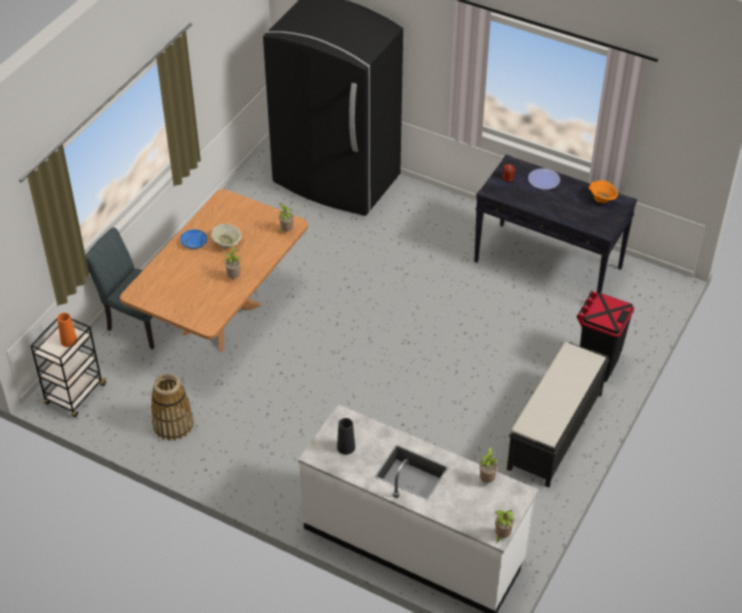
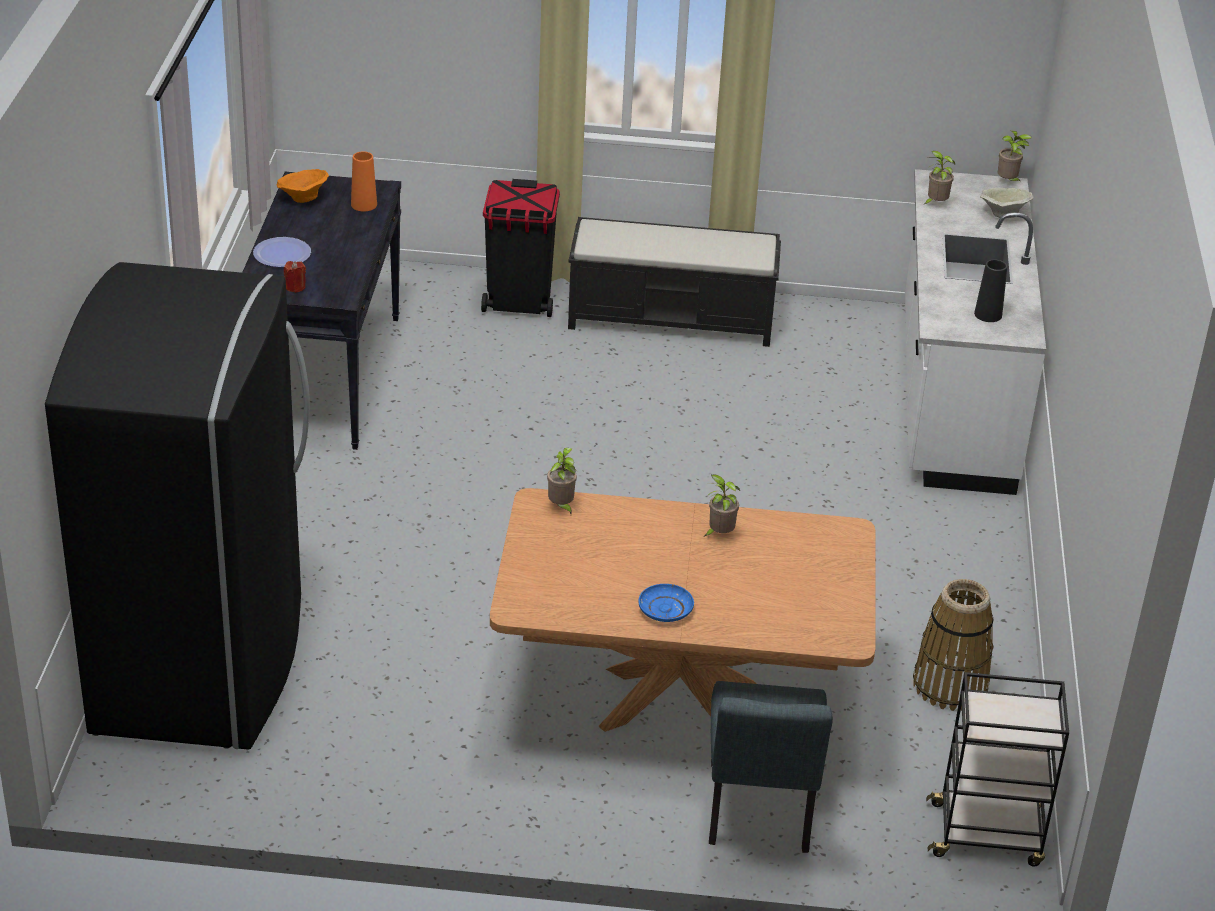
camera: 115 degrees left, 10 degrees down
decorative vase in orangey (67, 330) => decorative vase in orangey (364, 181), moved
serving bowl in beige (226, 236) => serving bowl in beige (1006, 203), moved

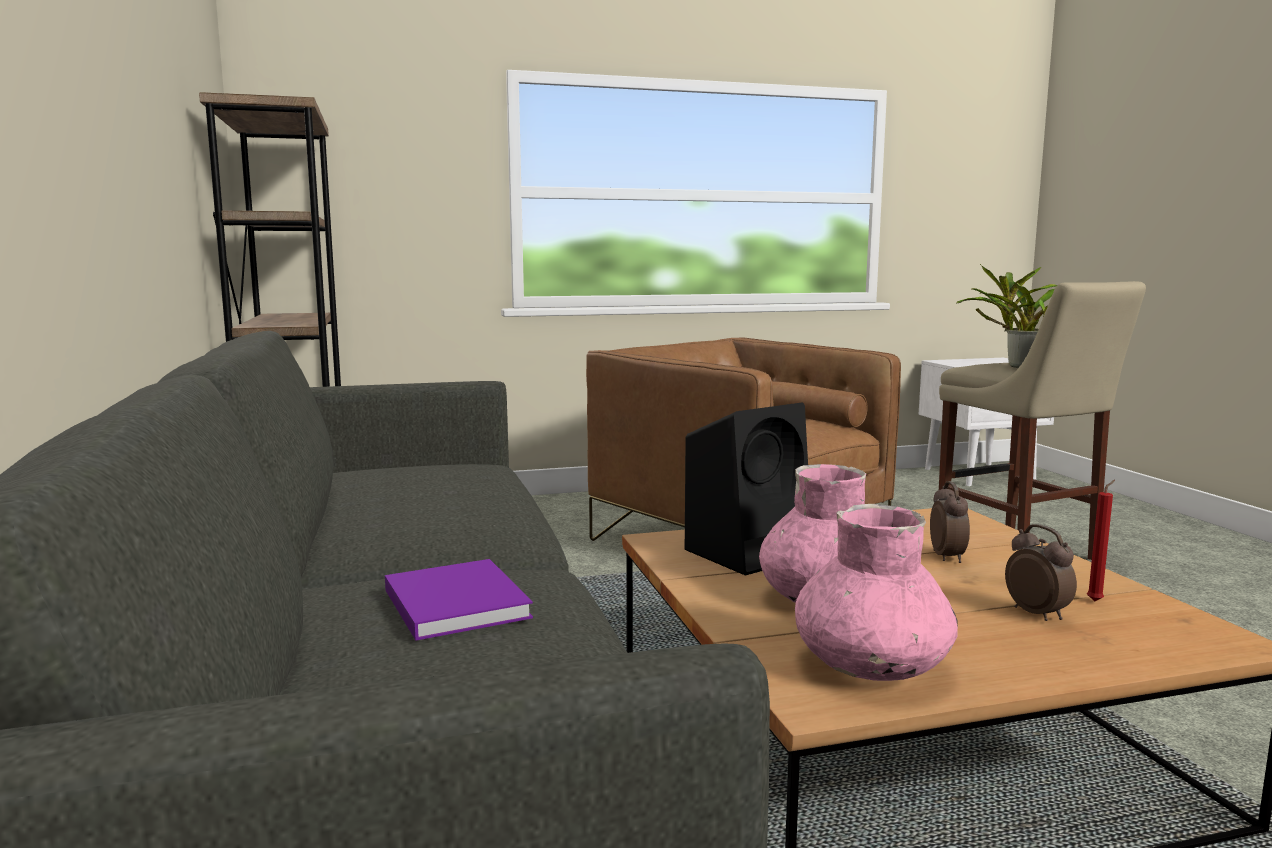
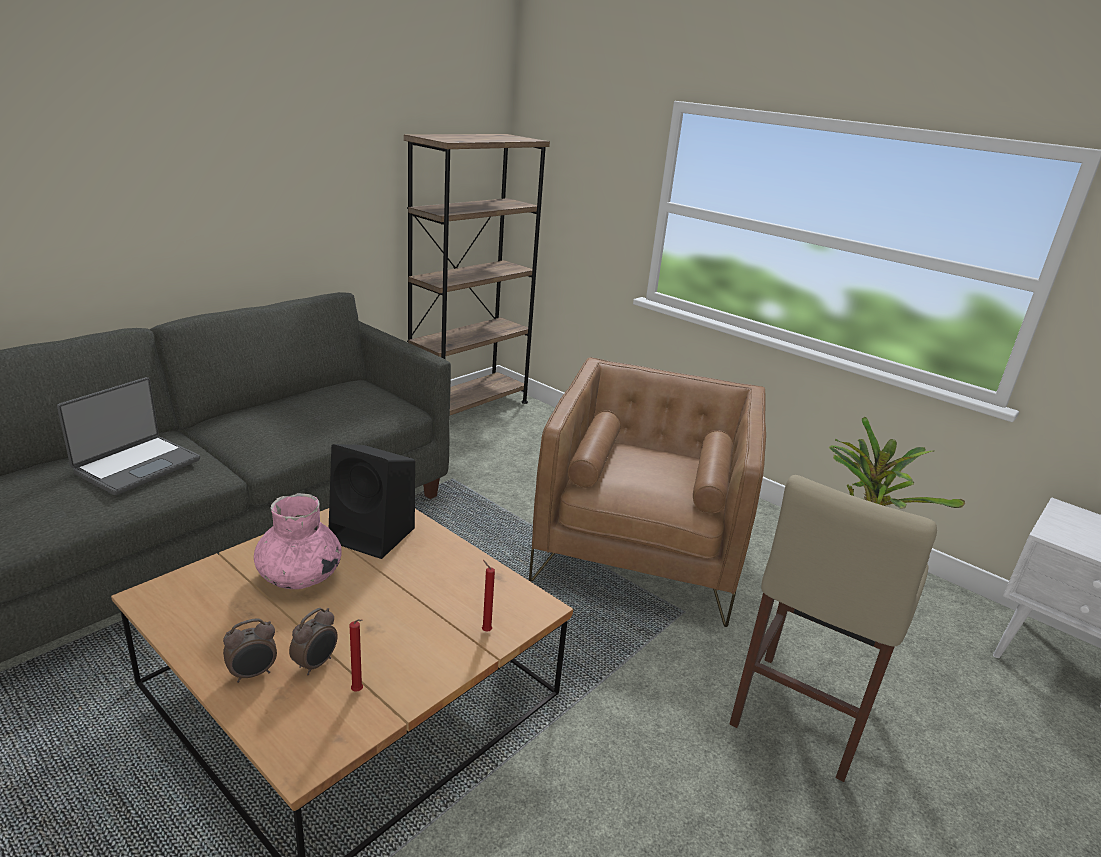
camera: 55 degrees right, 15 degrees up
bound book in purplish (459, 600) => laptop (128, 436)
decorative vase in pinkish (876, 592) => nothing
alarm clock (950, 522) => alarm clock (250, 650), moved
nothing => wax light in red (488, 596)

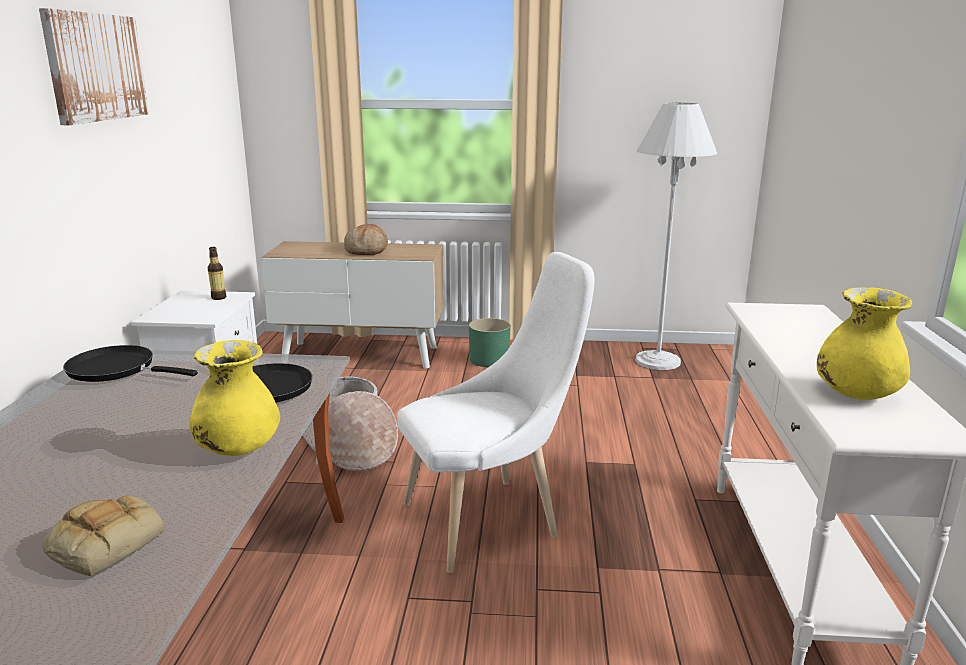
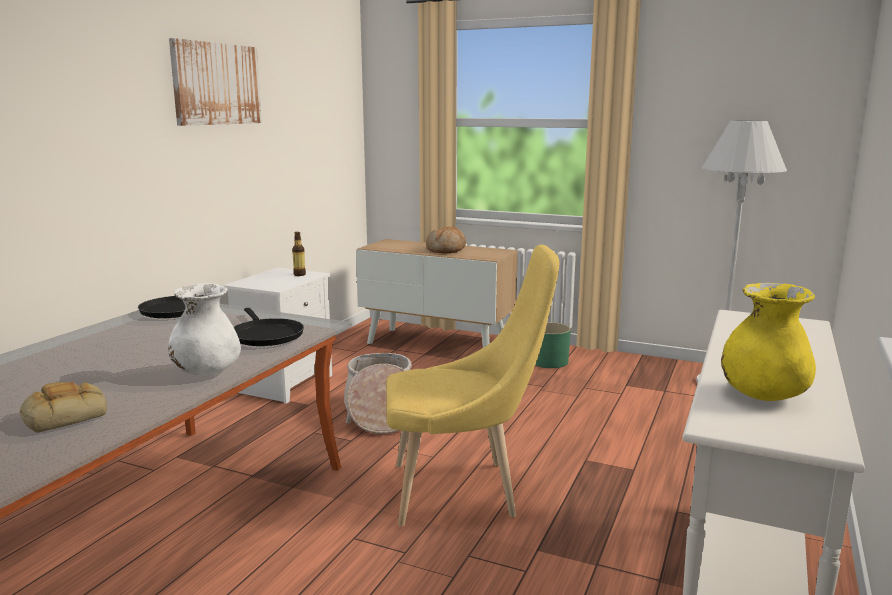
camera: 20 degrees right, 5 degrees down
decorative vase in yellow (234, 398) => decorative vase in white (204, 329)
chair in white (495, 412) => chair in yellow (472, 385)

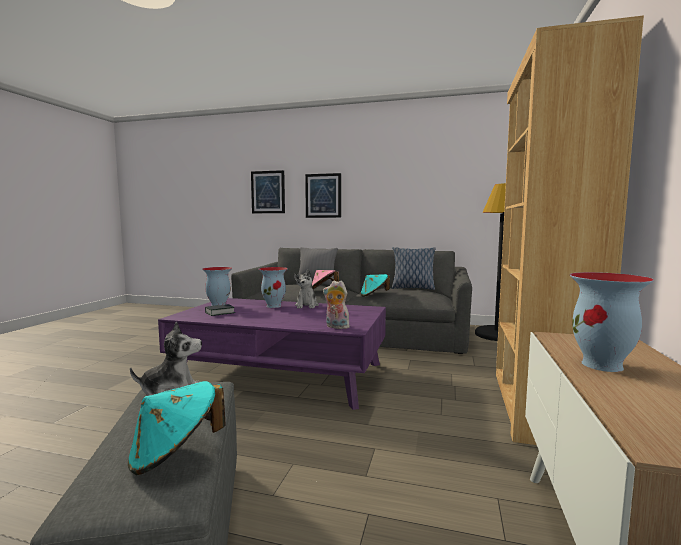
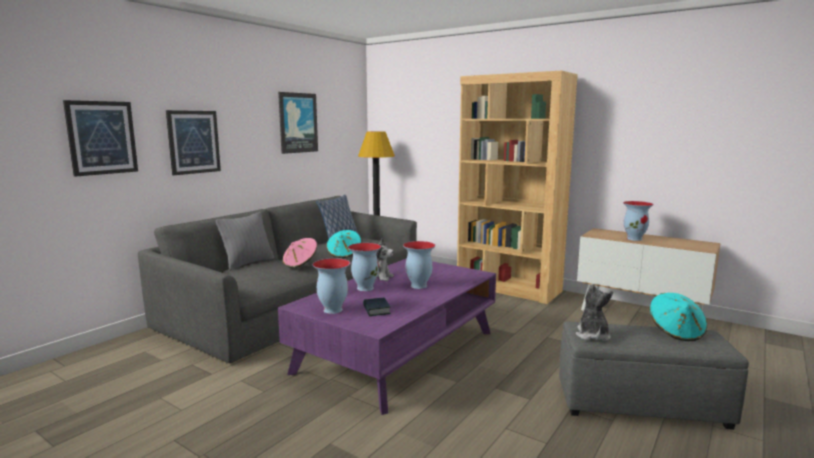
camera: 70 degrees left, 5 degrees up
cuddly toy (336, 304) => nothing
nothing => wall picture (298, 123)
nothing => decorative vase (419, 265)

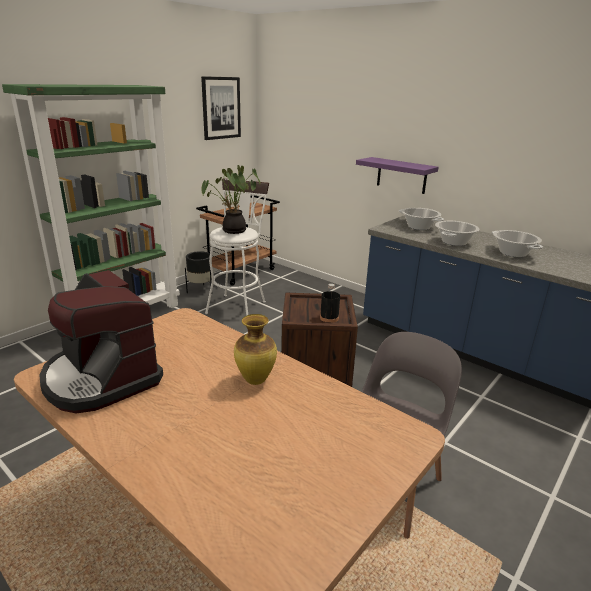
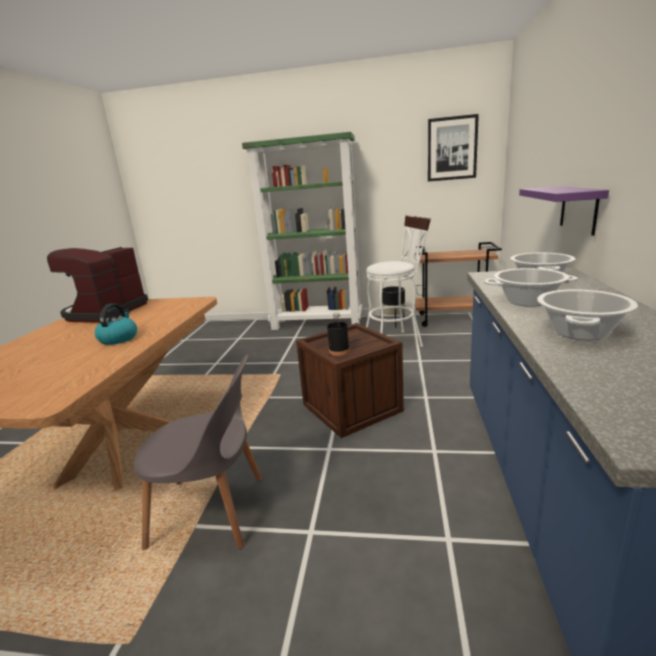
camera: 60 degrees right, 5 degrees down
plant in a pot (231, 199) => nothing
decorative vase (255, 349) => tea kettle (116, 324)

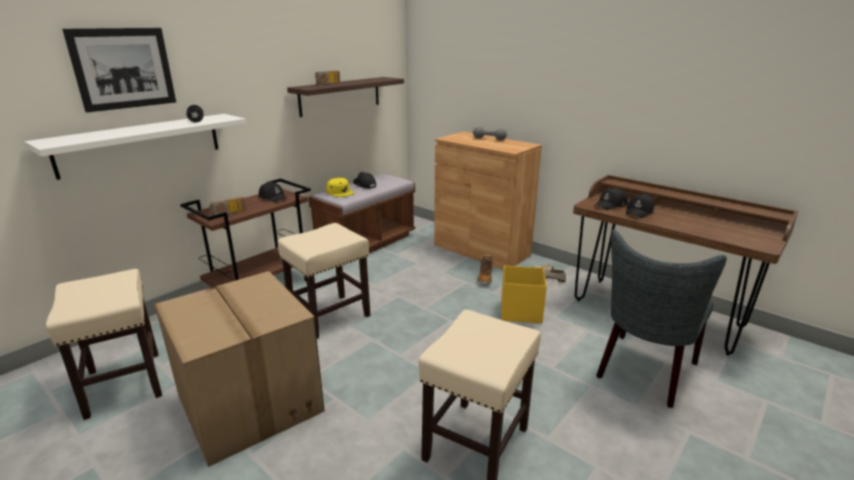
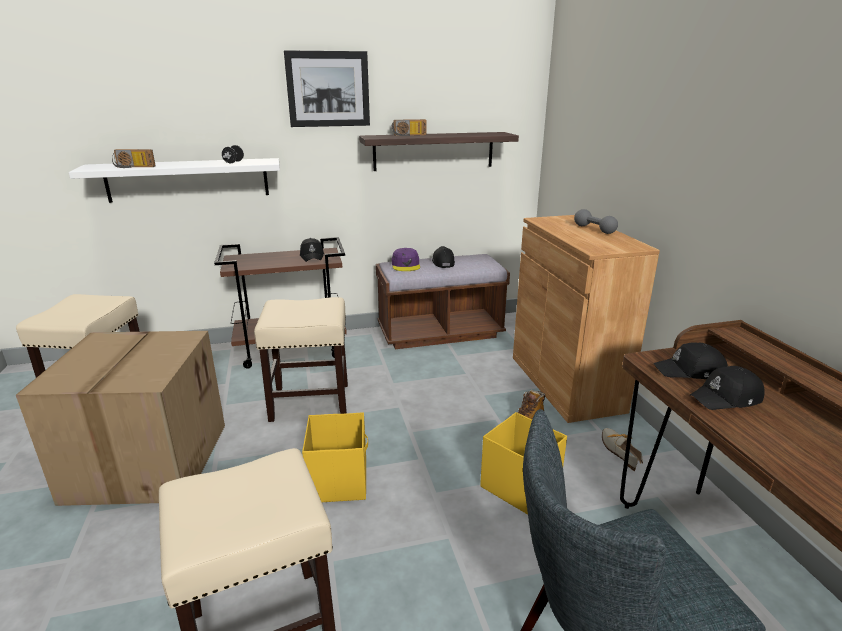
camera: 35 degrees right, 0 degrees up
wall picture (119, 70) => wall picture (327, 88), moved
radio receiver (227, 206) => radio receiver (134, 158), moved
cap in yellow (340, 187) => cap in purplish (406, 259)
nothing => storage bin in yellow (335, 457)

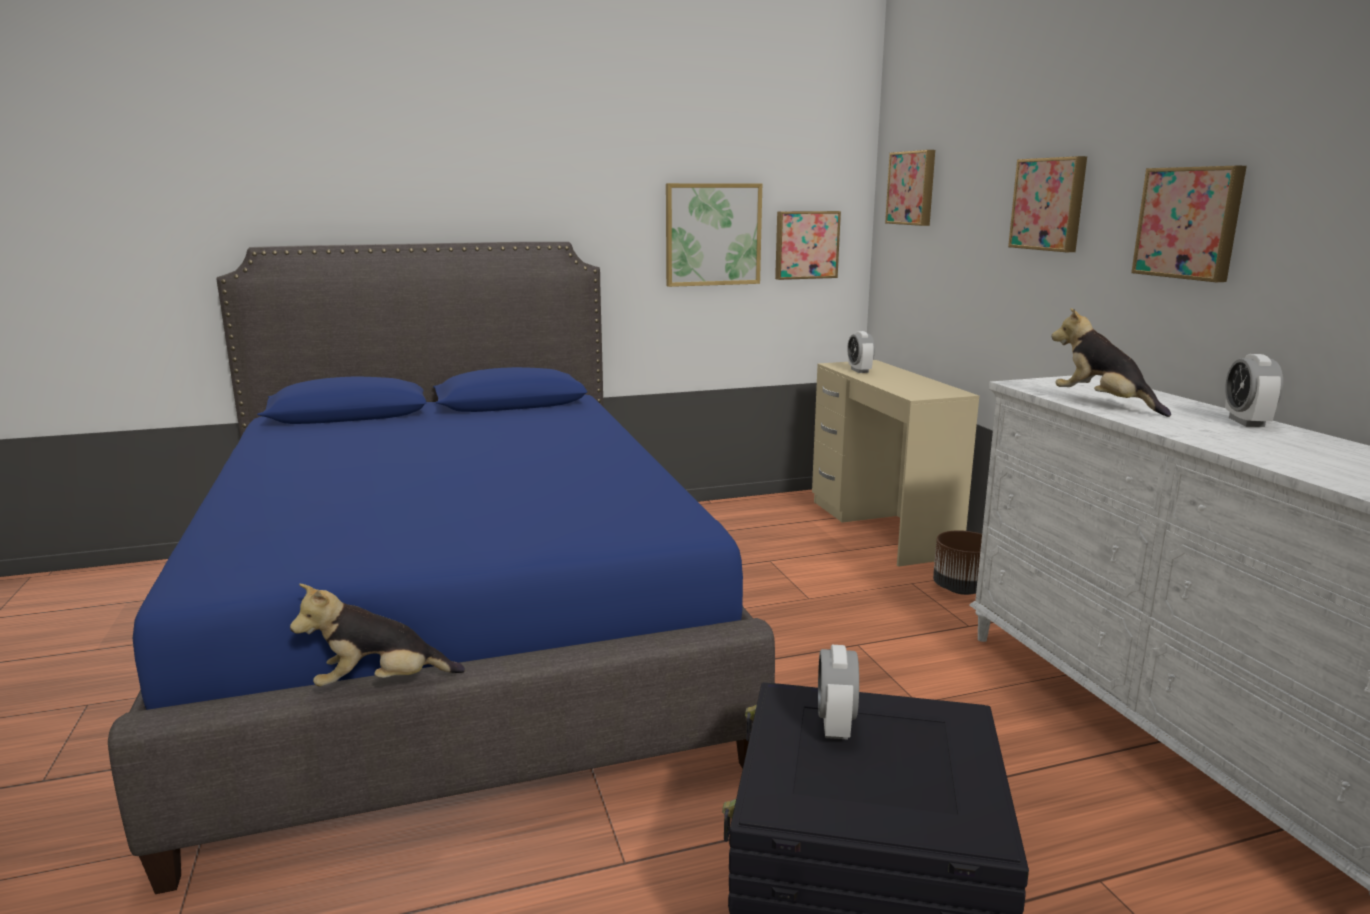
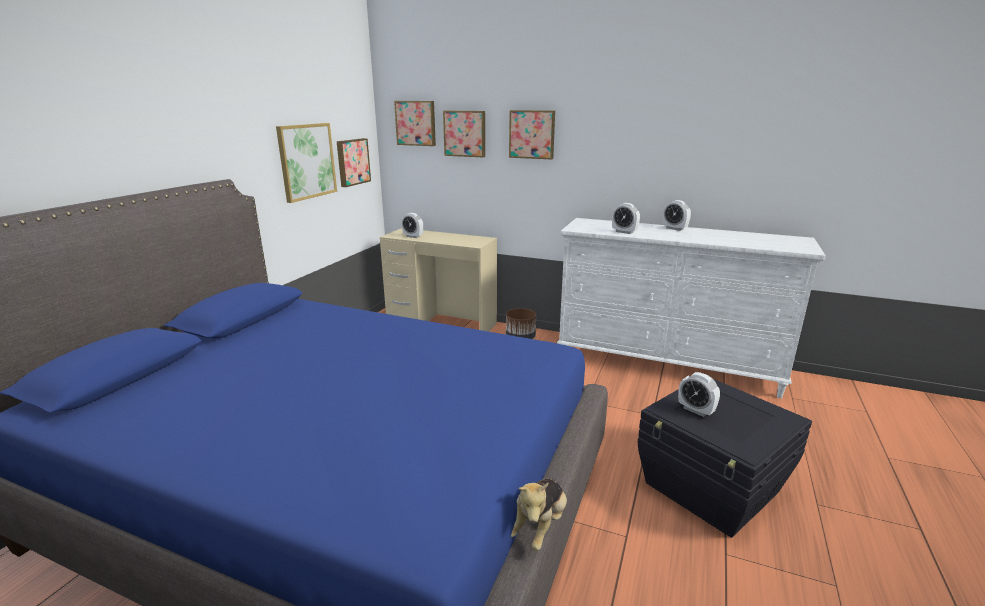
camera: 50 degrees left, 5 degrees up
cuddly toy (1111, 362) => alarm clock (626, 218)
wall picture (1189, 224) => wall picture (464, 134), moved

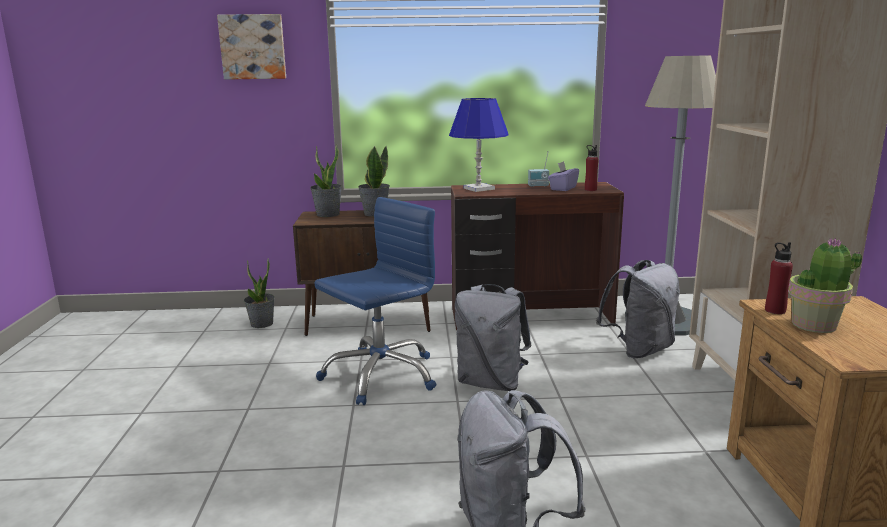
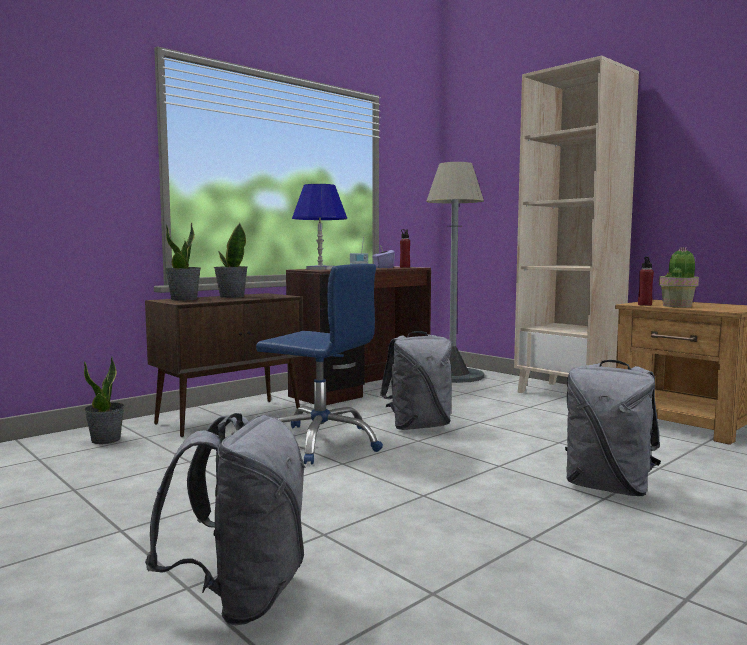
camera: 40 degrees left, 10 degrees down
wall picture (251, 47) => nothing
computer chair in blue-coloured (375, 301) => computer chair in blue-coloured (319, 364), 105 degrees clockwise
rucksack in greyish (638, 309) => rucksack in greyish (225, 519), moved

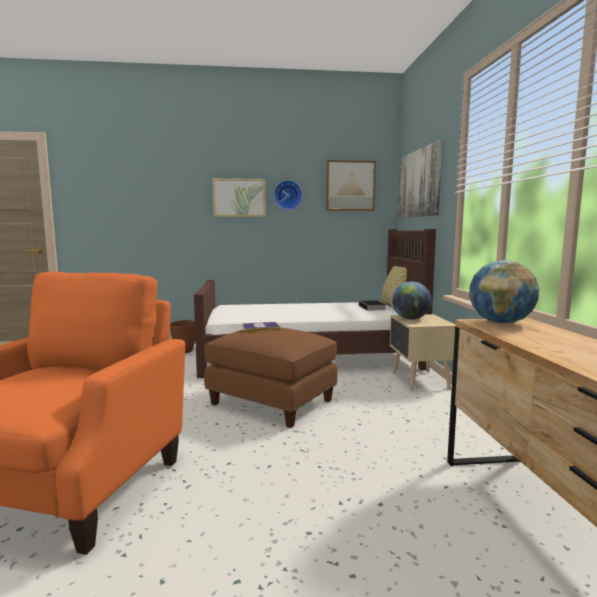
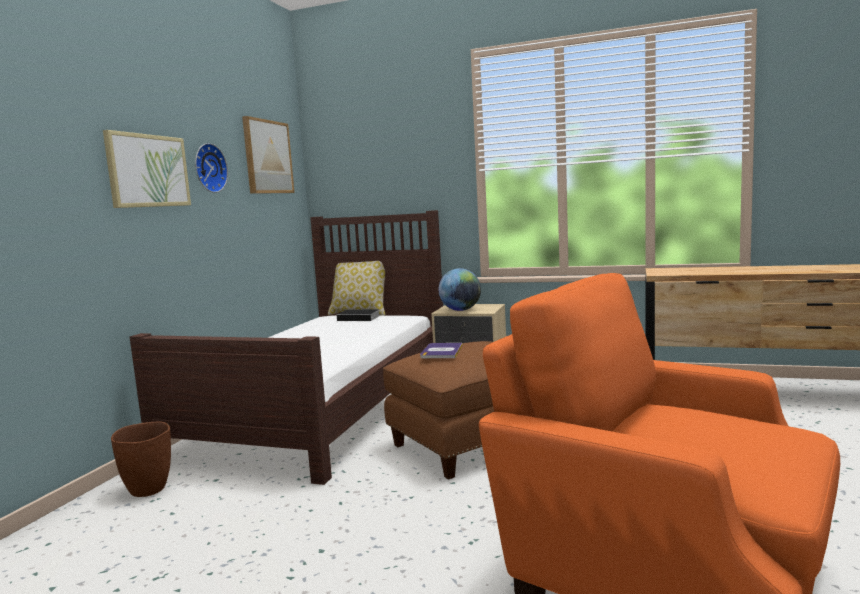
camera: 65 degrees left, 0 degrees up
wall picture (420, 179) => nothing
desk globe (504, 292) => nothing

